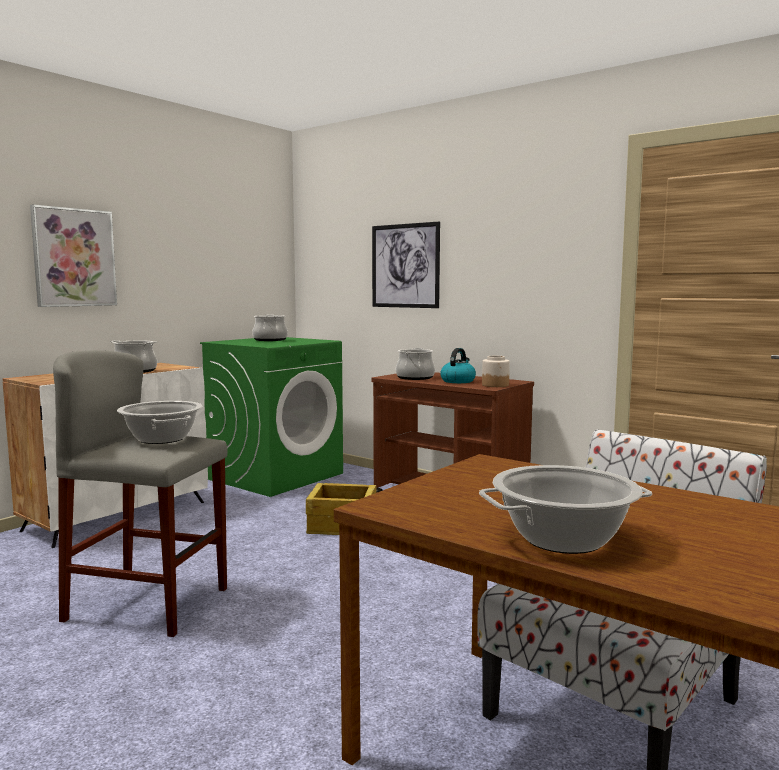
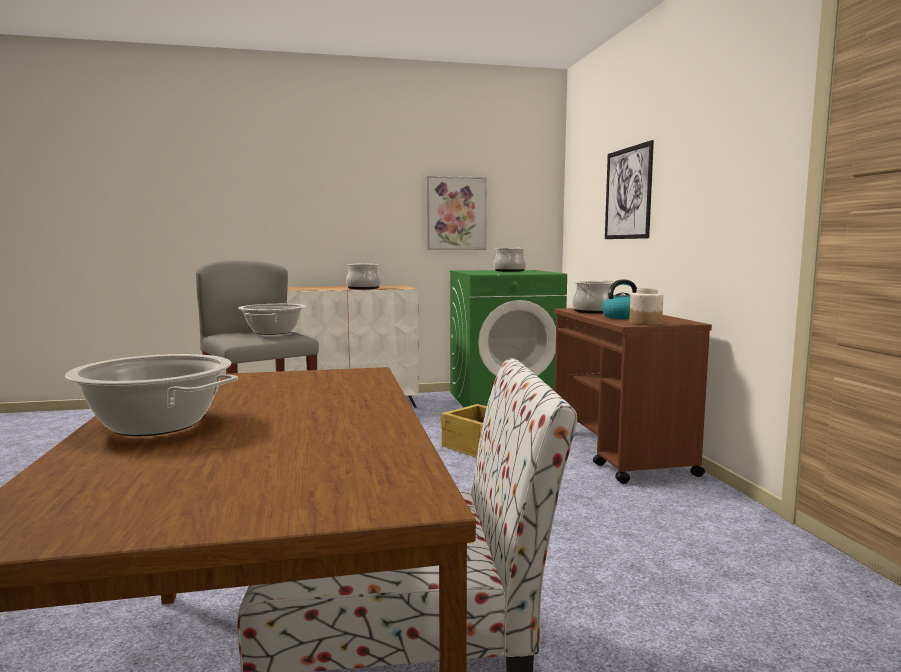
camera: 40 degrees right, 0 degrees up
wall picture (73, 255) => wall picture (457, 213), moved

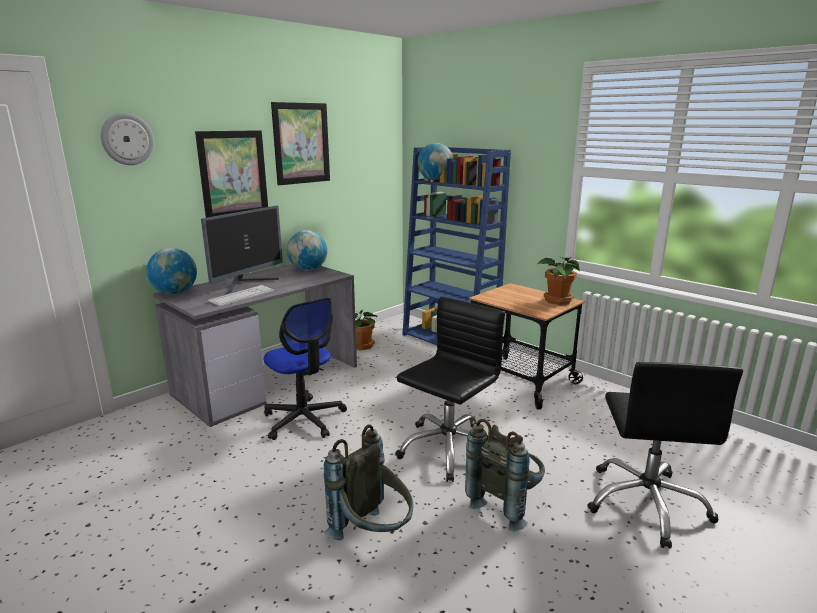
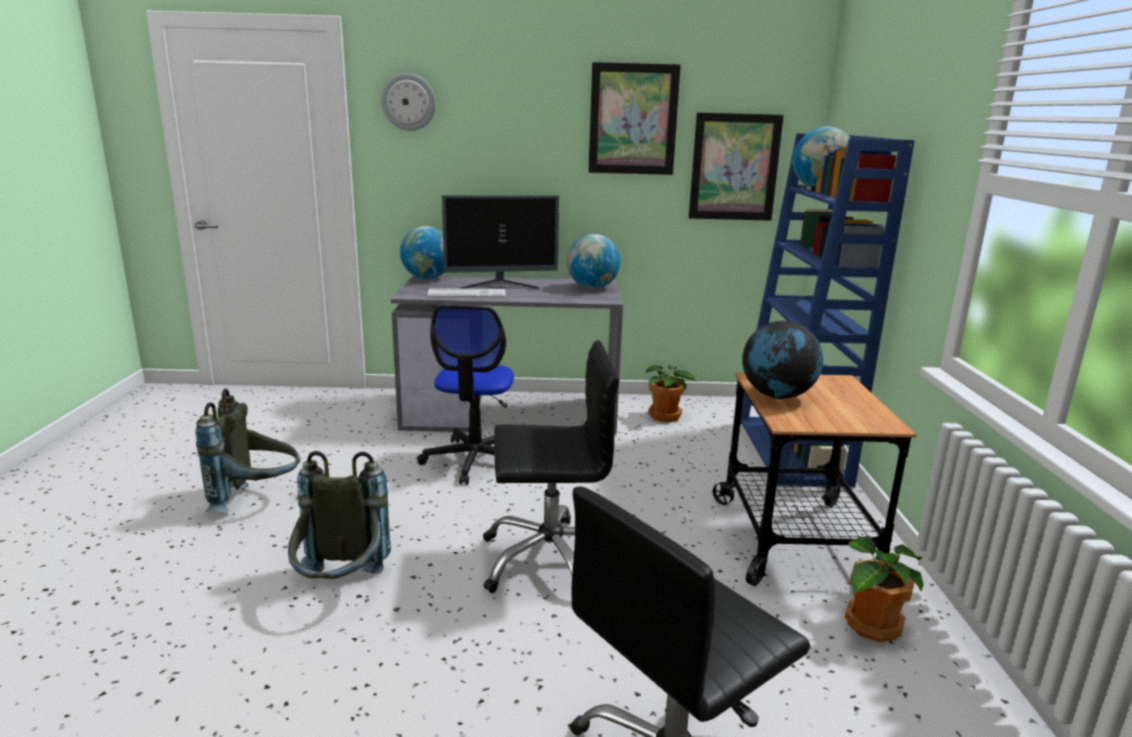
camera: 45 degrees right, 0 degrees up
wall picture (231, 174) => wall picture (736, 166), moved
rucksack in greyish (505, 475) => rucksack in greyish (247, 450), moved
plant in a pot (559, 280) => plant in a pot (884, 589), moved
nothing => desk globe (782, 360)

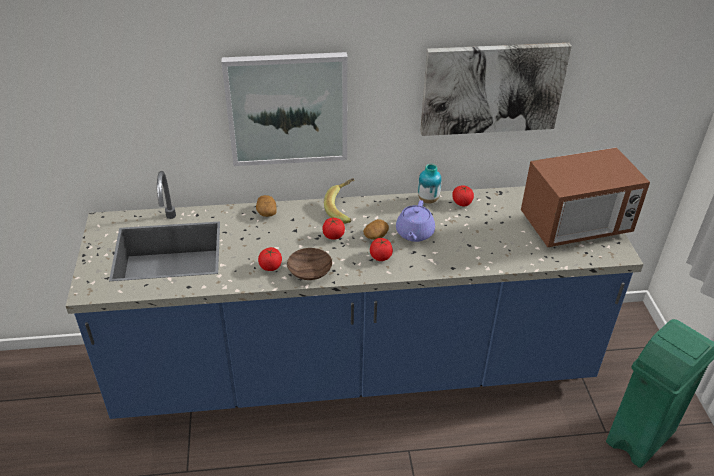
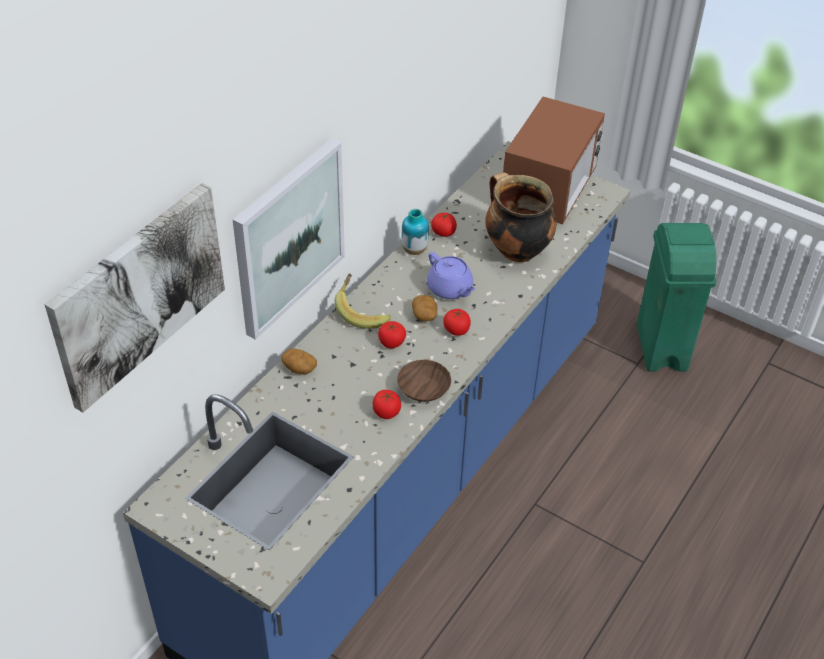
camera: 50 degrees left, 5 degrees up
wall picture (496, 89) => wall picture (135, 297), moved
nothing => saucepot (520, 217)

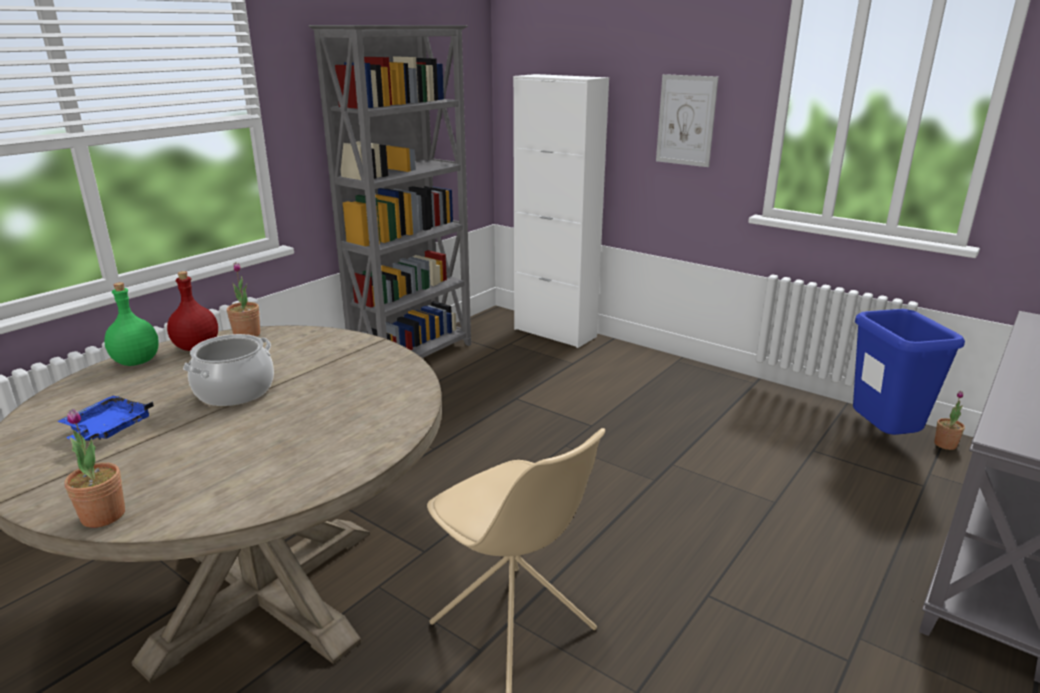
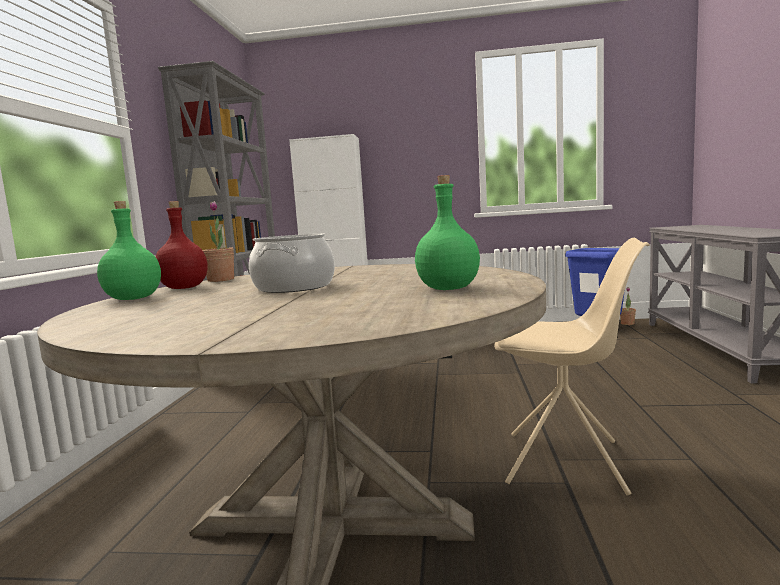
camera: 30 degrees left, 15 degrees down
carrying tray in blue-coloured (105, 418) => nothing
plant in a pot (94, 468) => nothing
wall picture (687, 120) => nothing
nothing => bottle in green (447, 232)

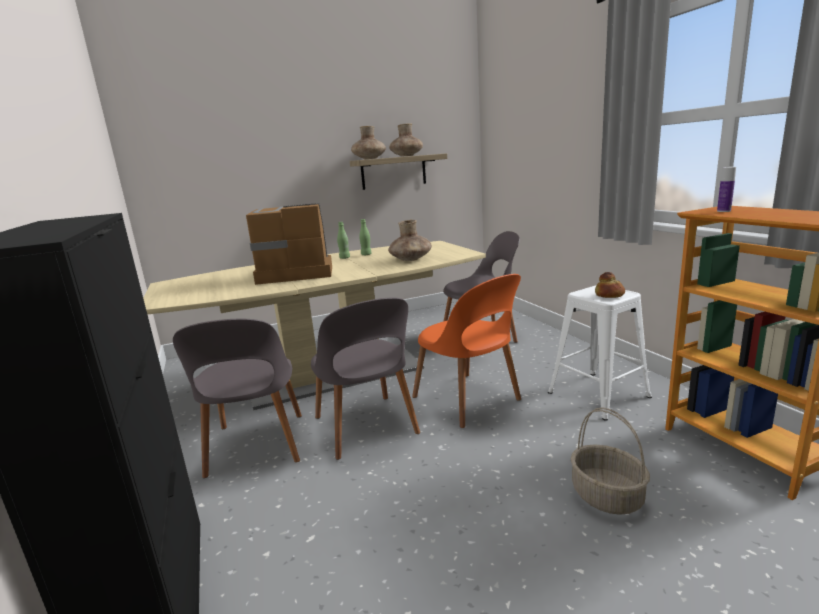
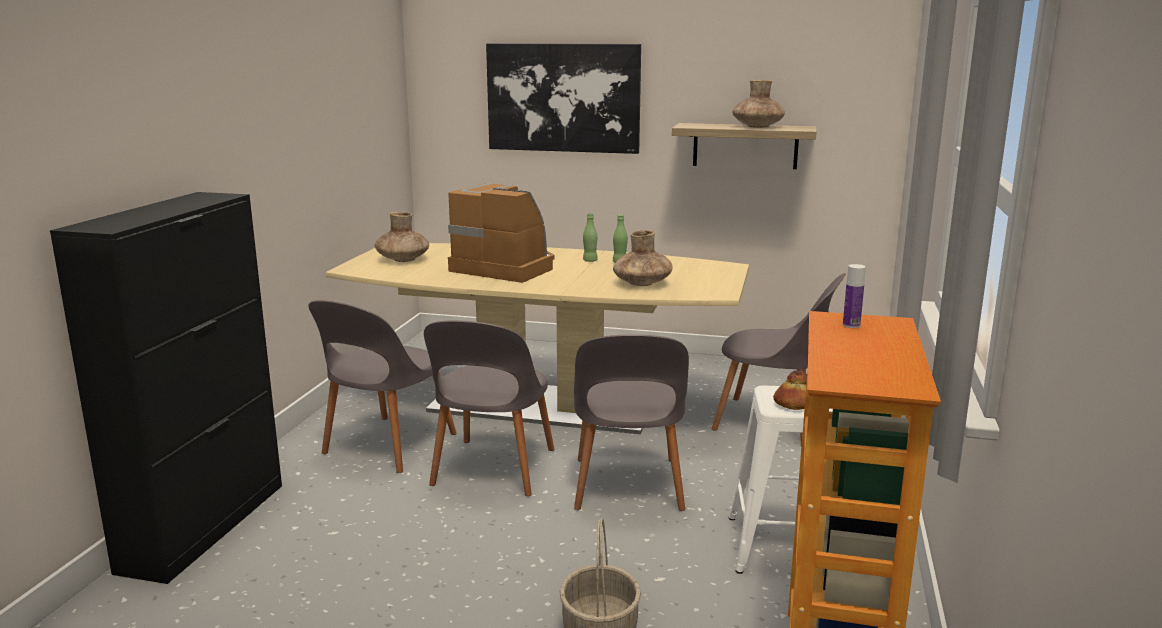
camera: 35 degrees right, 0 degrees up
decorative vase in brown-coloured (368, 142) => decorative vase in brown-coloured (402, 237), moved
chair in orangey (466, 351) => chair in greyish (631, 422)
nothing => wall picture (563, 98)

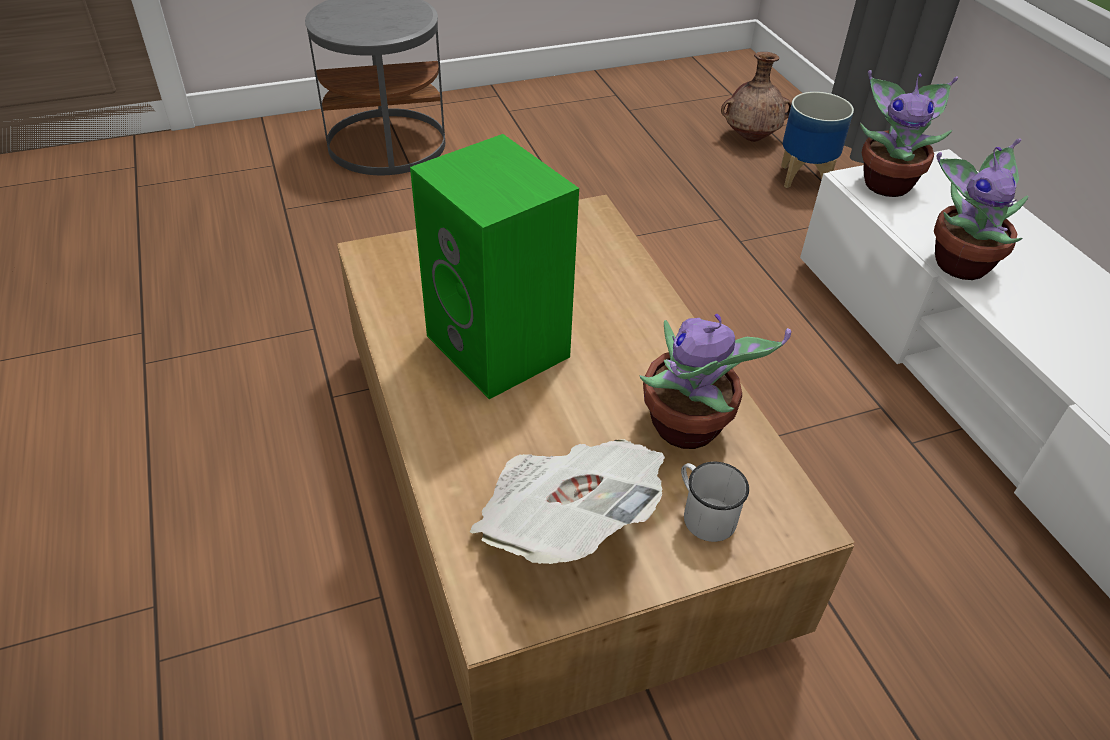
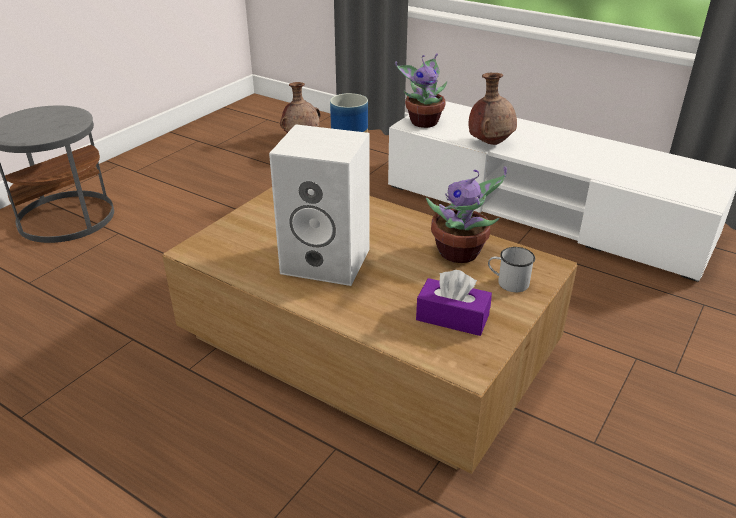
camera: 35 degrees left, 10 degrees down
speaker in green (494, 266) => speaker in white (319, 205)
newspaper (567, 501) => tissue holder in purplish (454, 303)
plant in a pot (981, 209) => decorative vase in brown-coloured (492, 109)

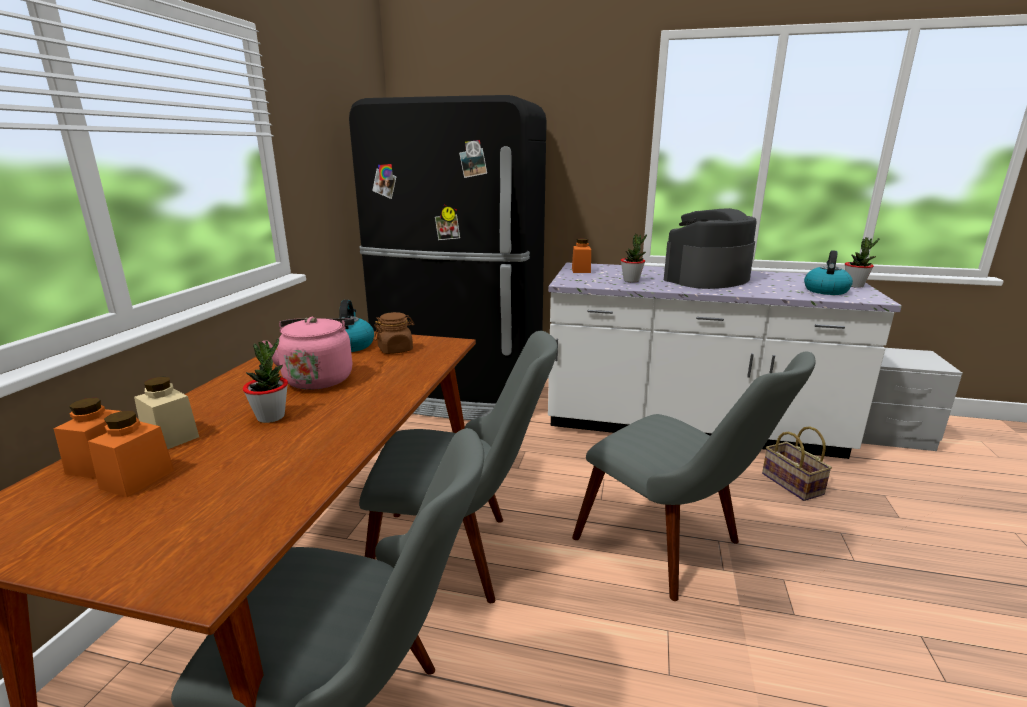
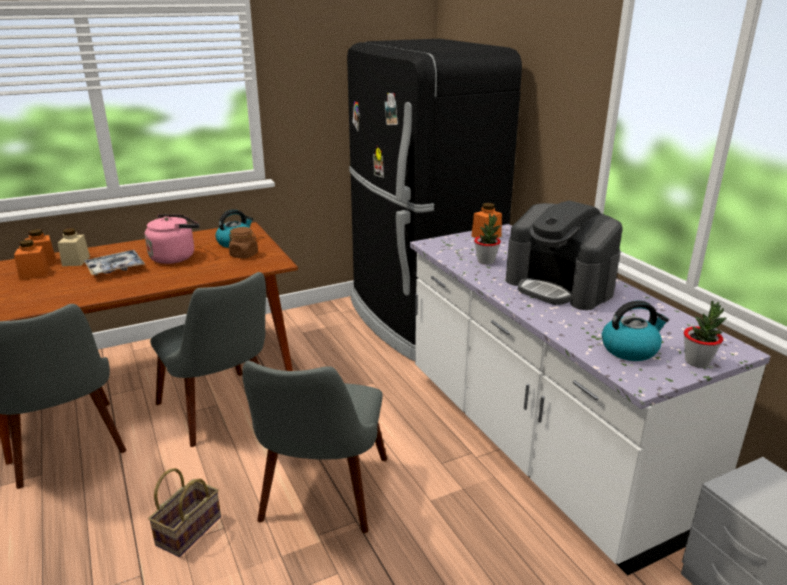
camera: 50 degrees right, 5 degrees up
plant in a pot (265, 380) => carrying tray (114, 263)
coffee machine (710, 248) => coffee machine (564, 255), 150 degrees counterclockwise
basket (797, 463) => basket (184, 512), moved

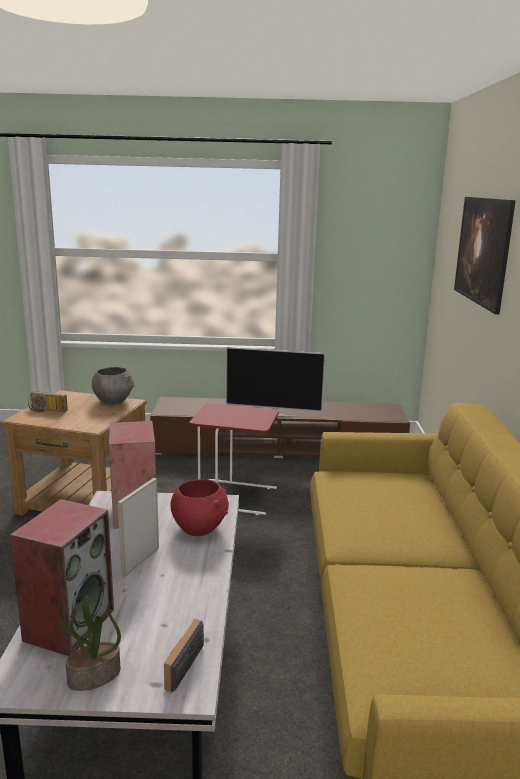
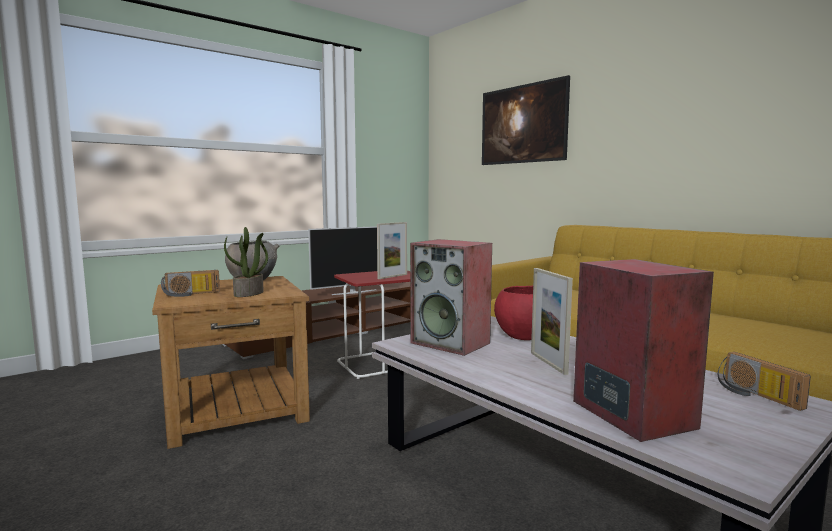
camera: 40 degrees left, 10 degrees down
plant in a pot (89, 643) => plant in a pot (246, 262), moved
nothing => photo frame (392, 250)

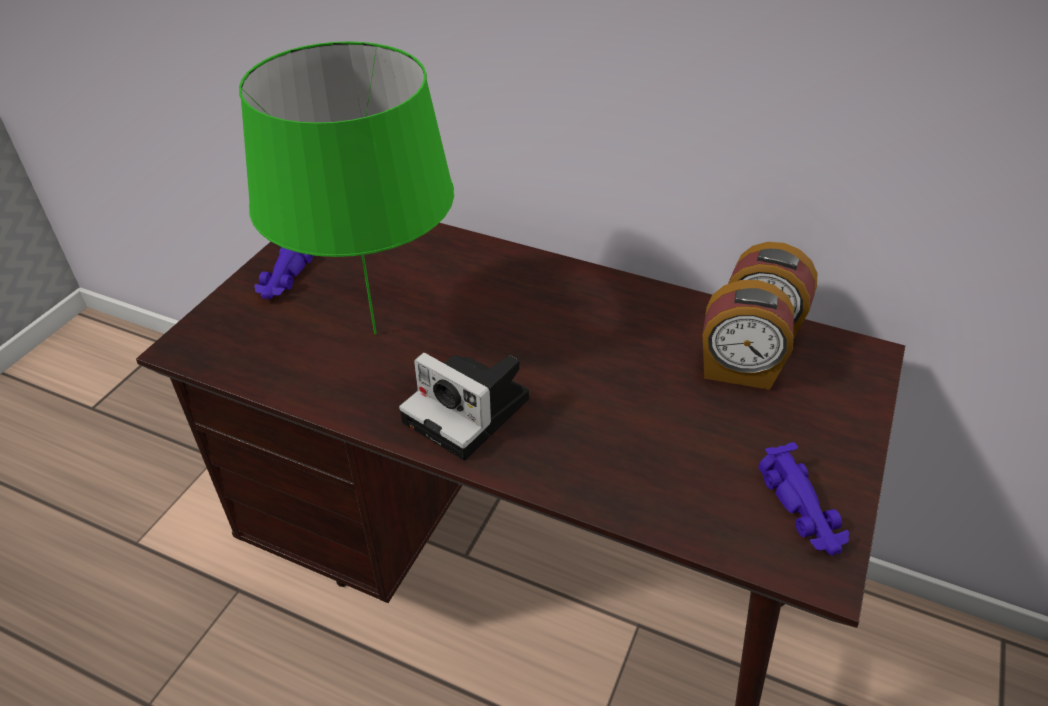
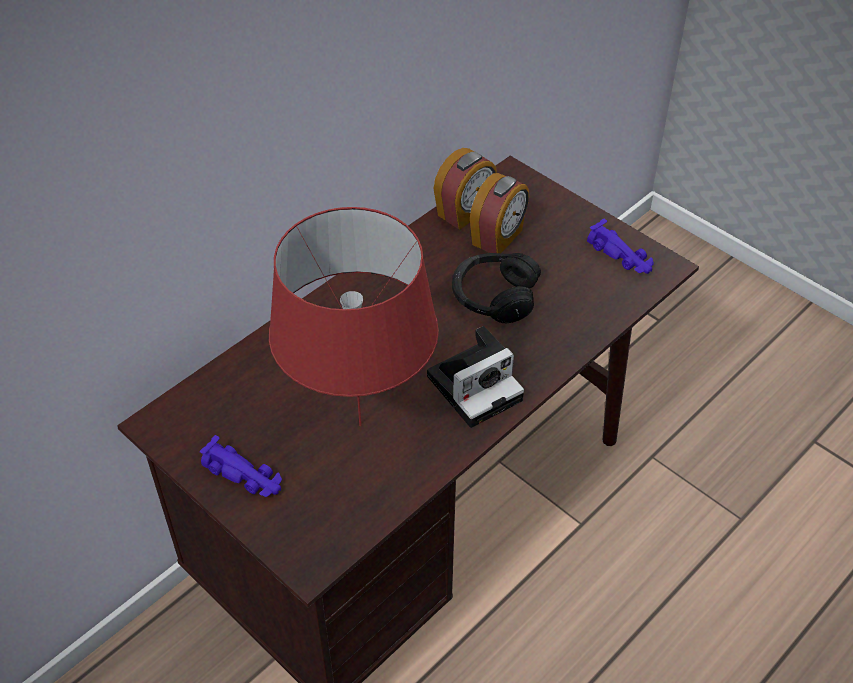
camera: 70 degrees left, 5 degrees up
tabletop lamp in green (346, 187) => tabletop lamp in red (354, 316)
toy car in purplish (803, 498) => toy car in purplish (620, 246), 45 degrees clockwise
nothing => pair of headphones in blackish (496, 288)

